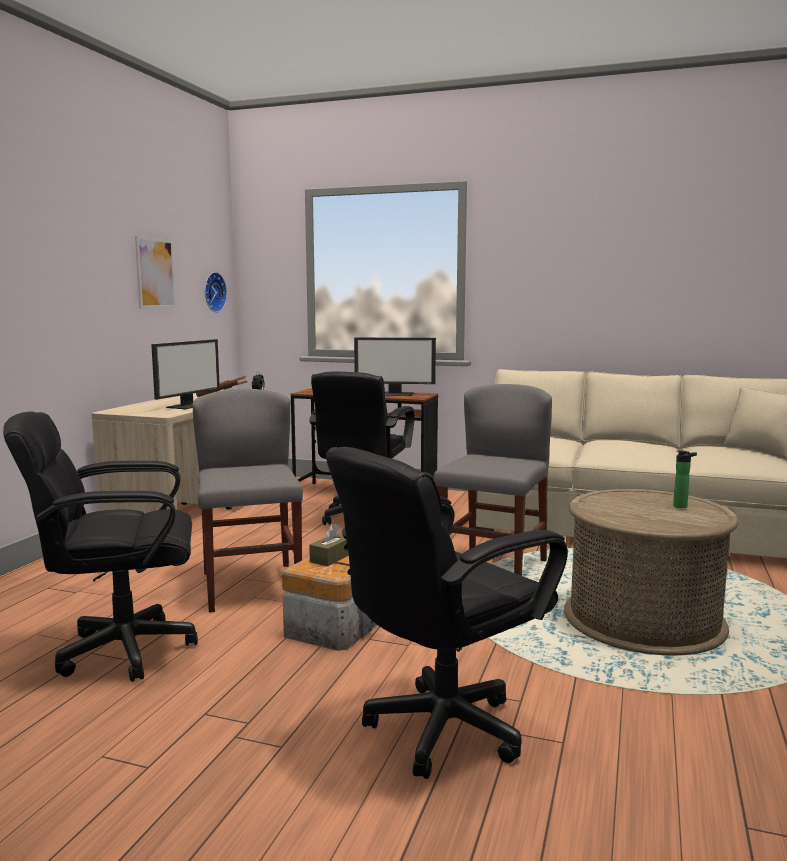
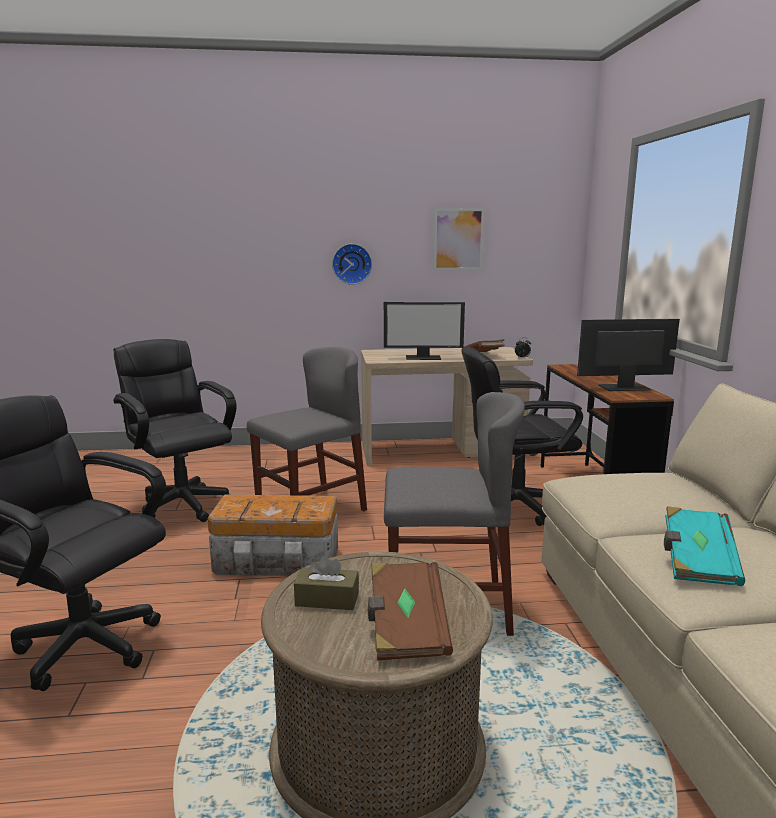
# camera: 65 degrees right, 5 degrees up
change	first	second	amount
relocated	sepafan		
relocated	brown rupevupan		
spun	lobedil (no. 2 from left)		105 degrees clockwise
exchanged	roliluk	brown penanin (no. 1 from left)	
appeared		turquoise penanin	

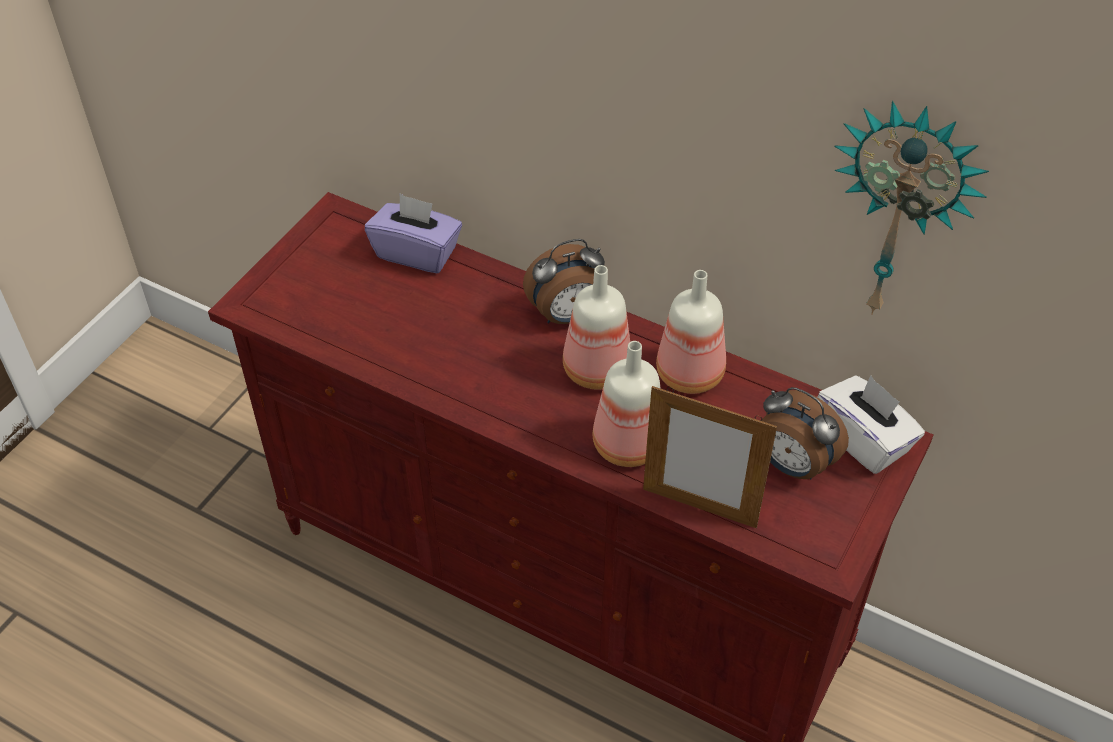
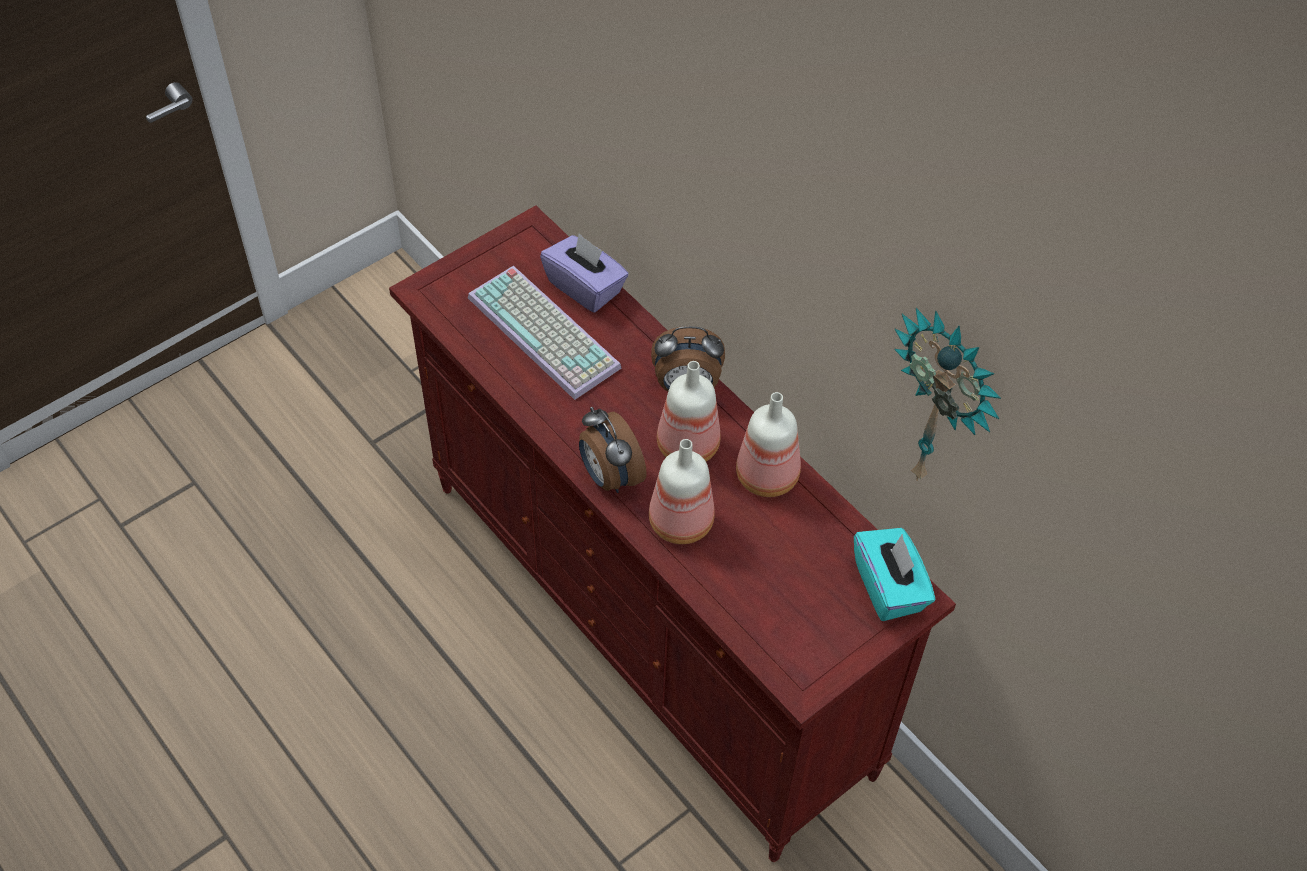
# camera: 20 degrees right, 5 degrees up
change	first	second	amount
missing	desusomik		
relocated	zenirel (no. 2 from left in the first image)	zenirel (no. 1 from left)	
colour	white rupevupan	turquoise rupevupan	
appeared		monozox	

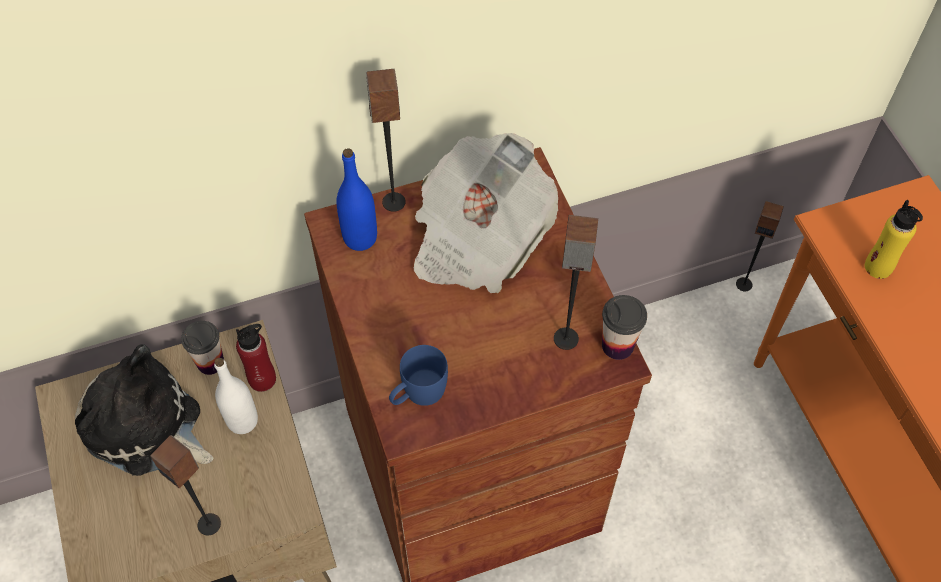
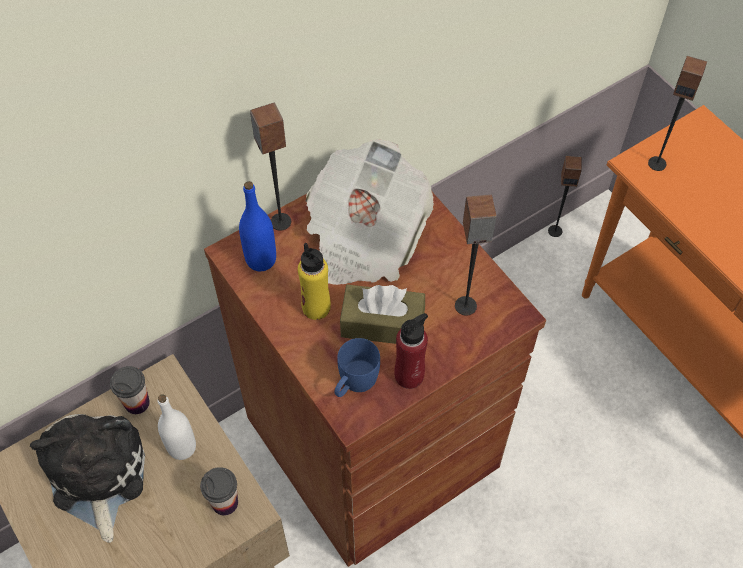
# camera: 15 degrees left, 0 degrees up
change	first	second	amount
spun	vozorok		60 degrees clockwise
relocated	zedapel (no. 1 from left in the first image)	zedapel (no. 4 from left)	
relocated	red roliluk		
relocated	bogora (no. 2 from left)		
relocated	yellow roliluk		
appeared		brown rupevupan	

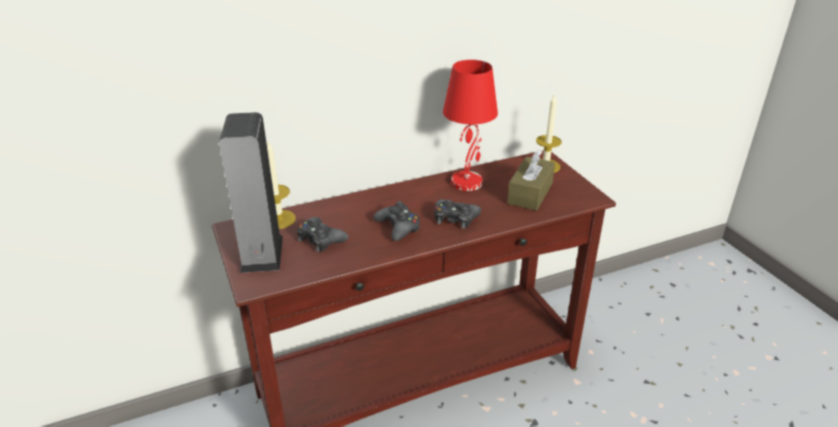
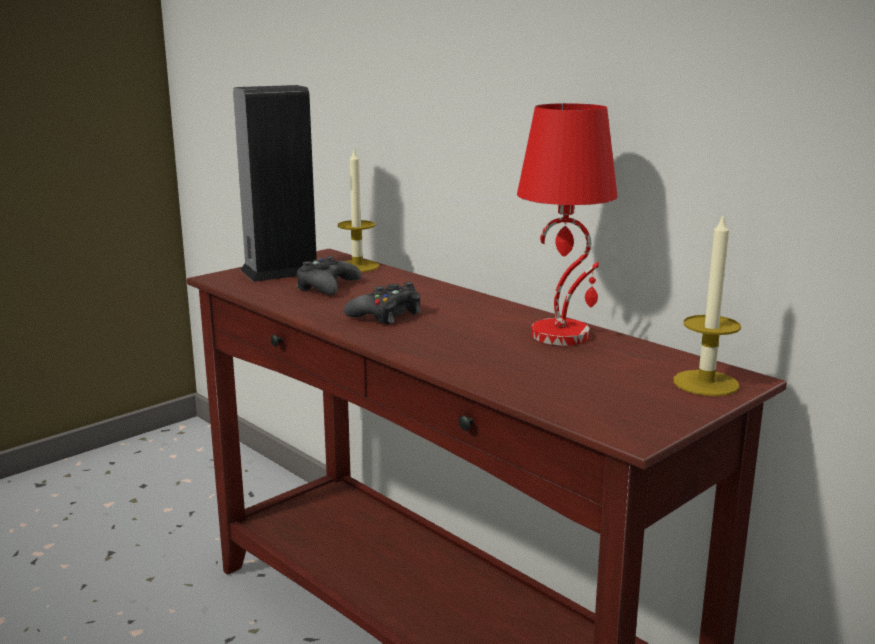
# camera: 70 degrees right, 15 degrees down
change	first	second	amount
missing	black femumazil (no. 3 from left)		
missing	brown rupevupan		

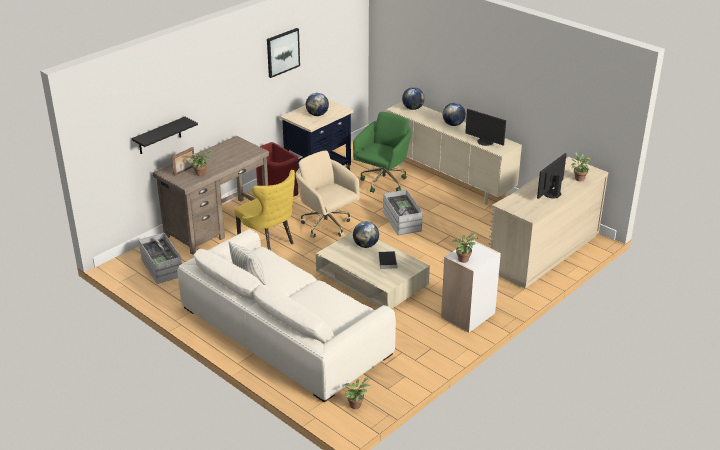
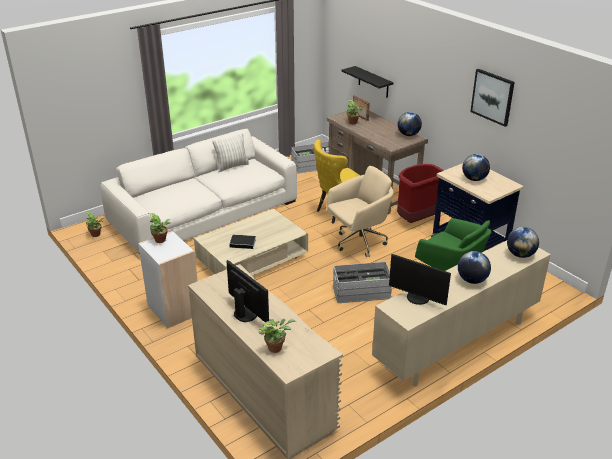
# camera: 100 degrees right, 0 degrees up
change	first	second	amount
relocated	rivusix (no. 2 from left in the first image)	rivusix (no. 1 from left)	
spun	lobedil (no. 1 from left in the first image)	lobedil (no. 2 from left)	105 degrees counterclockwise

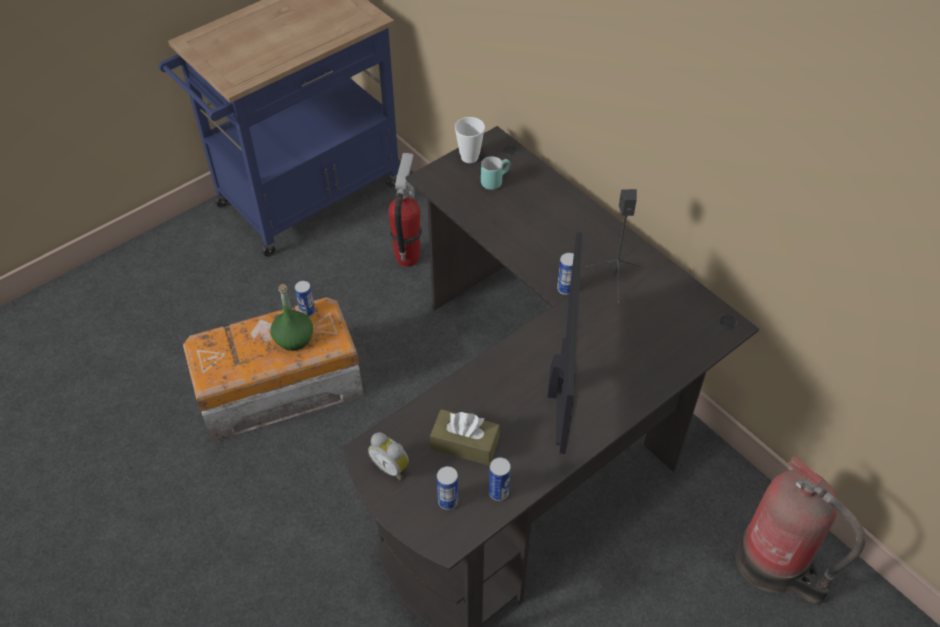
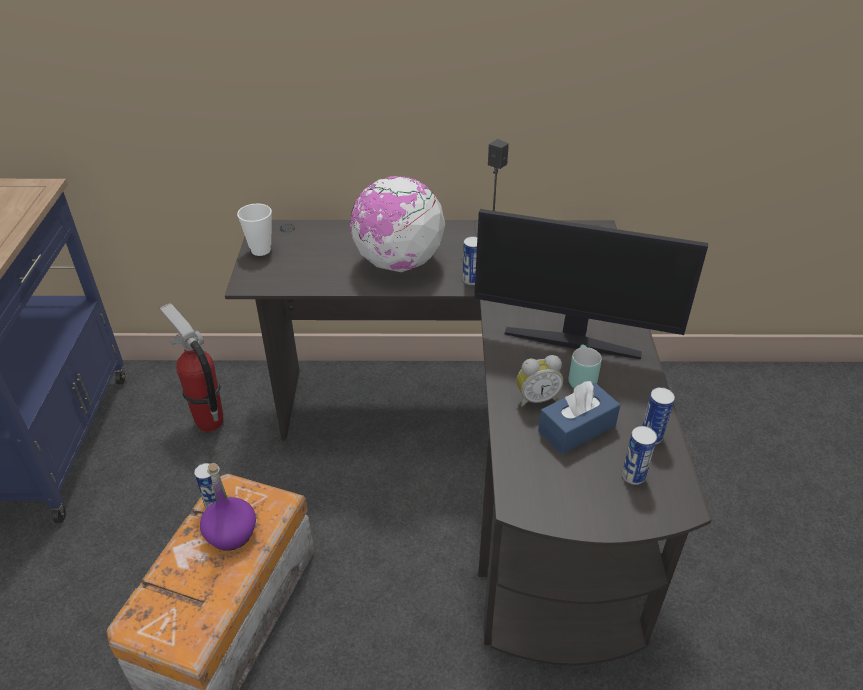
# camera: 50 degrees left, 10 degrees down
change	first	second	amount
colour	green roliluk	purple roliluk	
relocated	zenirel		
colour	brown rupevupan	blue rupevupan	
relocated	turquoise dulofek		
spun	lobedil		150 degrees clockwise
missing	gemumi (no. 2 from left)		
appeared		rivusix	

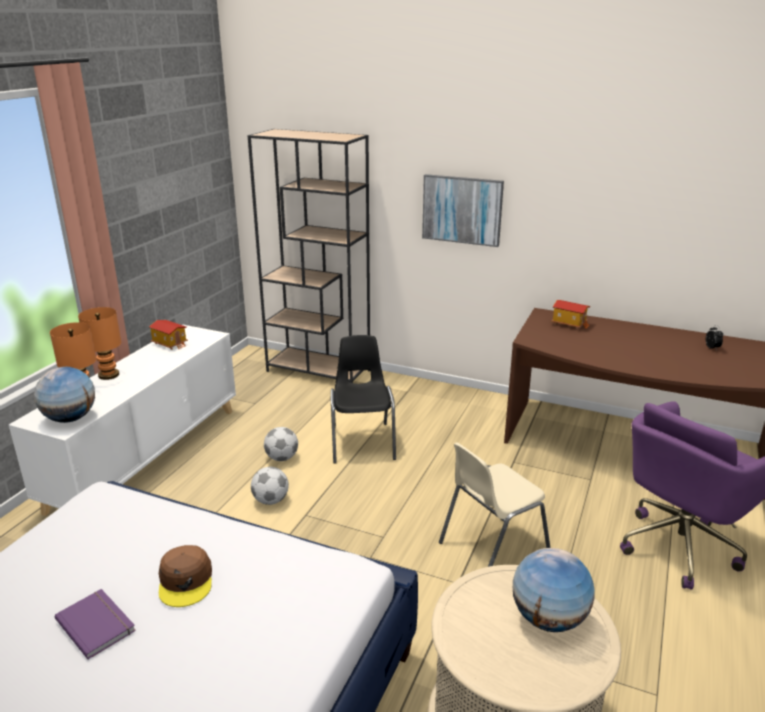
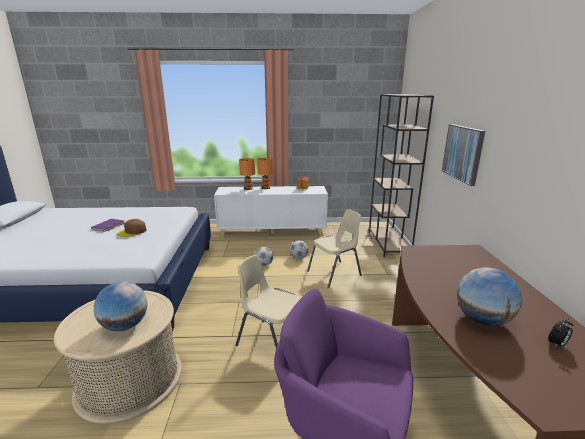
# camera: 65 degrees right, 5 degrees down
change	first	second	amount
relocated	rivusix (no. 1 from left in the first image)	rivusix (no. 2 from left)	
colour	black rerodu	beige rerodu (no. 2 from left)	
missing	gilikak (no. 2 from left)		

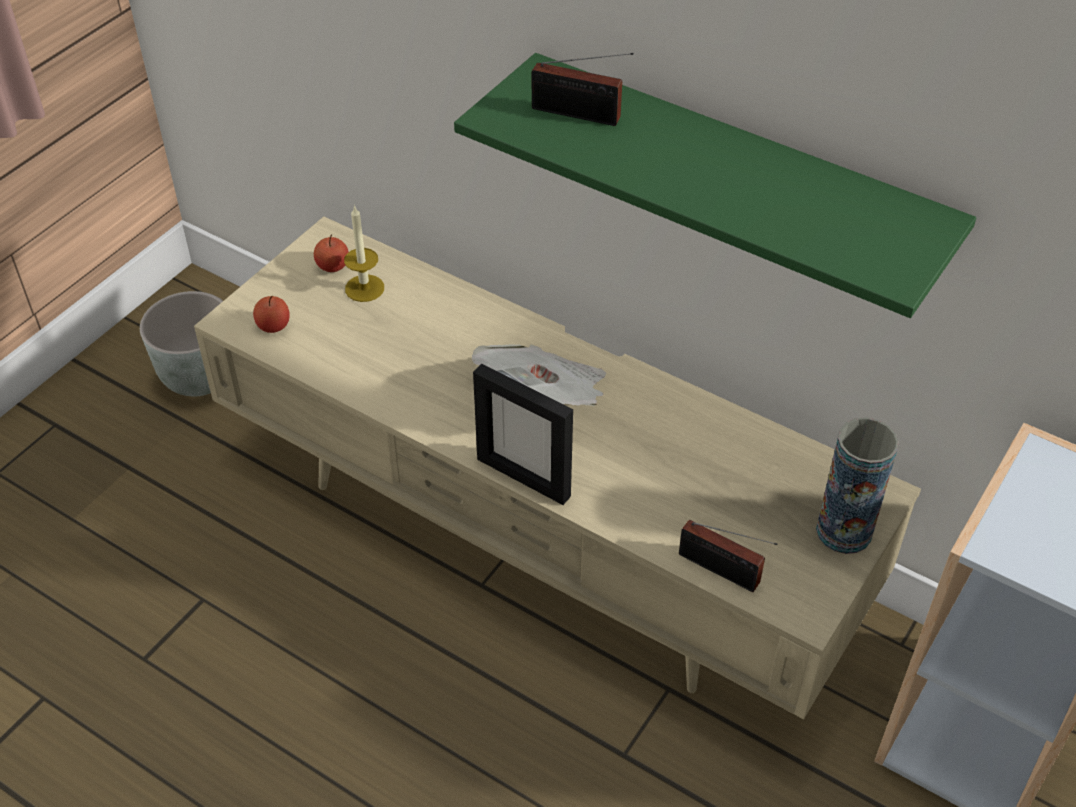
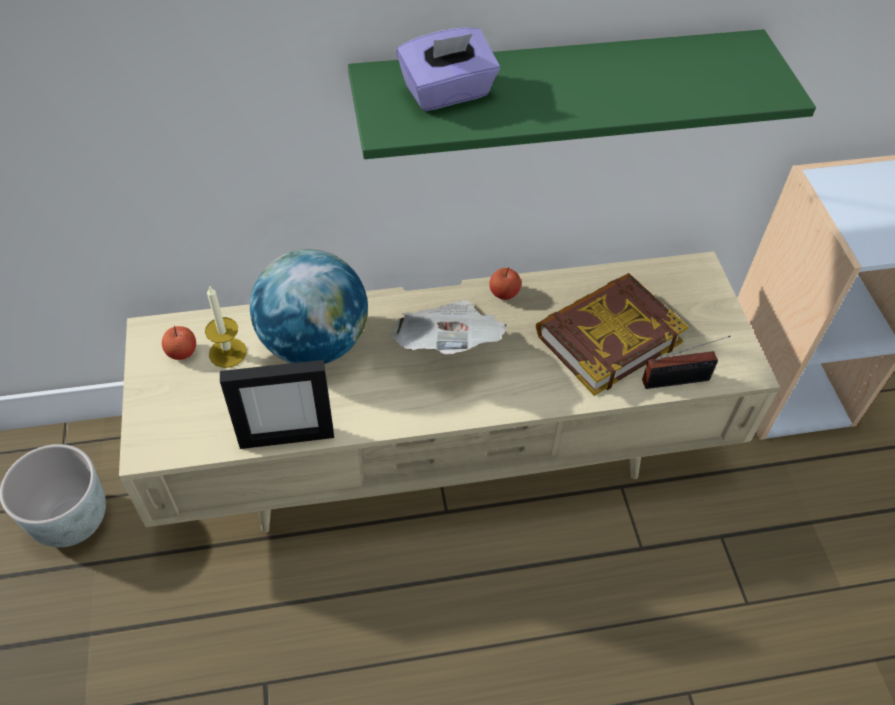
# camera: 45 degrees left, 5 degrees up
change	first	second	amount
relocated	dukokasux (no. 1 from left in the first image)	dukokasux (no. 2 from left)	
relocated	desusomik		
exchanged	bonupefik (no. 1 from left)	purple rupevupan	
missing	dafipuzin		
appeared		rivusix	
appeared		penanin	

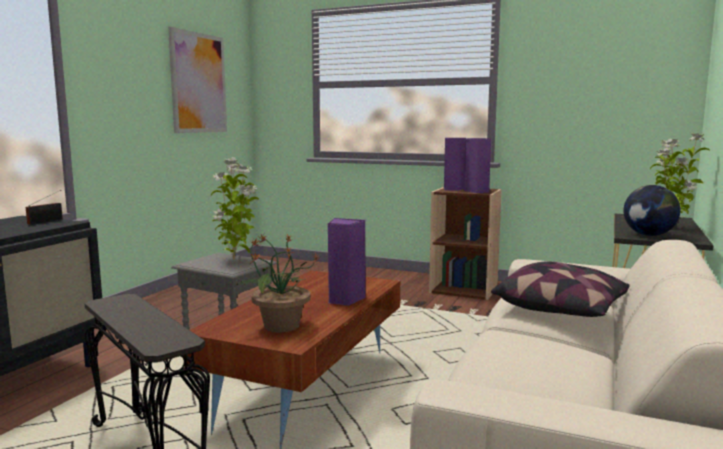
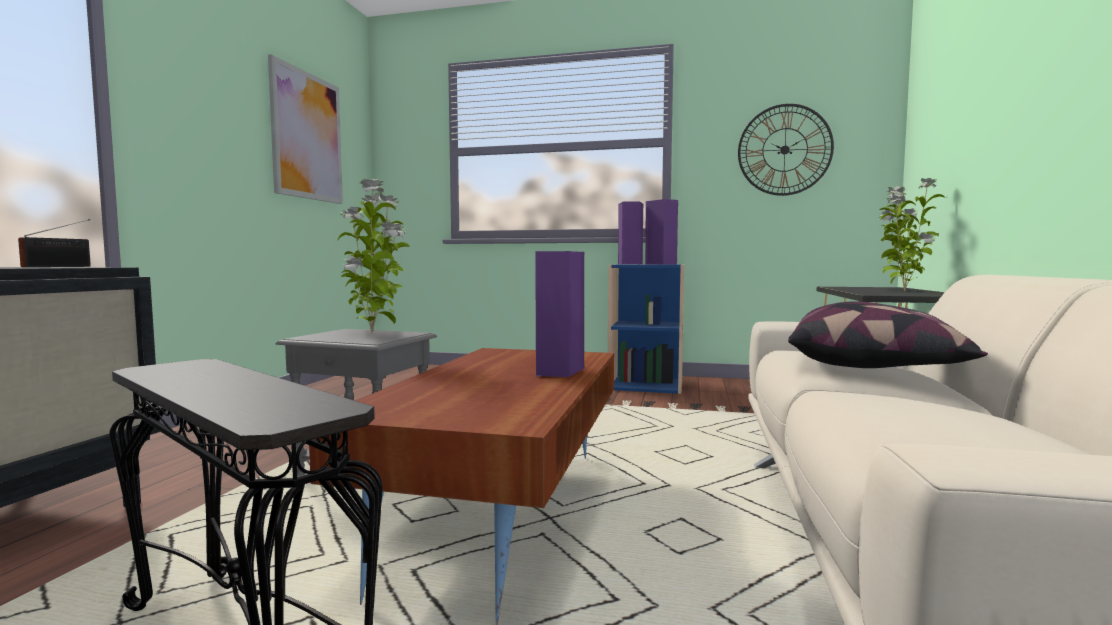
# camera: 10 degrees left, 5 degrees down
change	first	second	amount
missing	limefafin (no. 2 from left)		
colour	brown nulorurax	blue nulorurax	
missing	rivusix		
appeared		sepafan	

